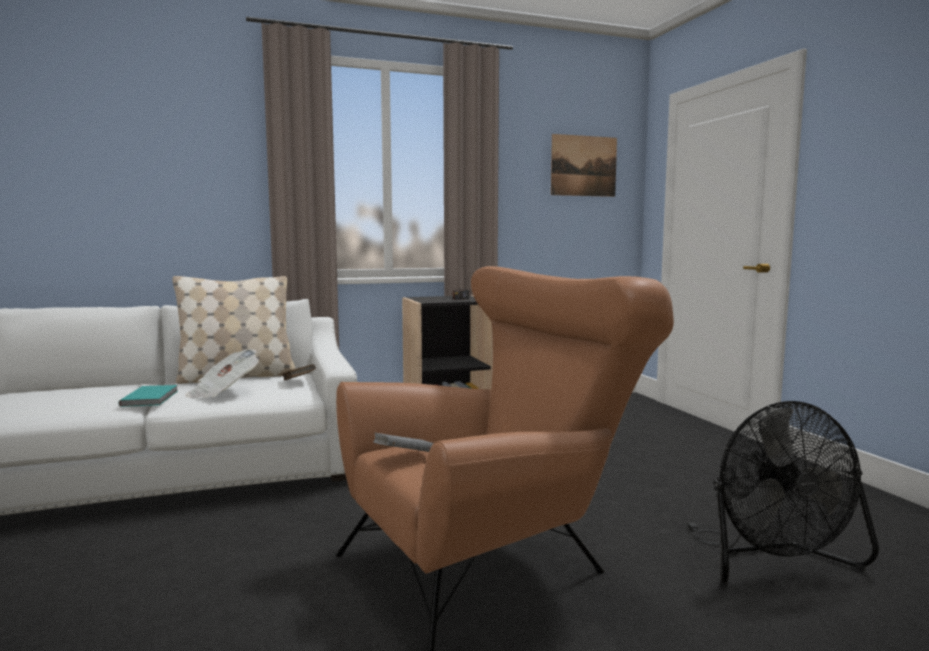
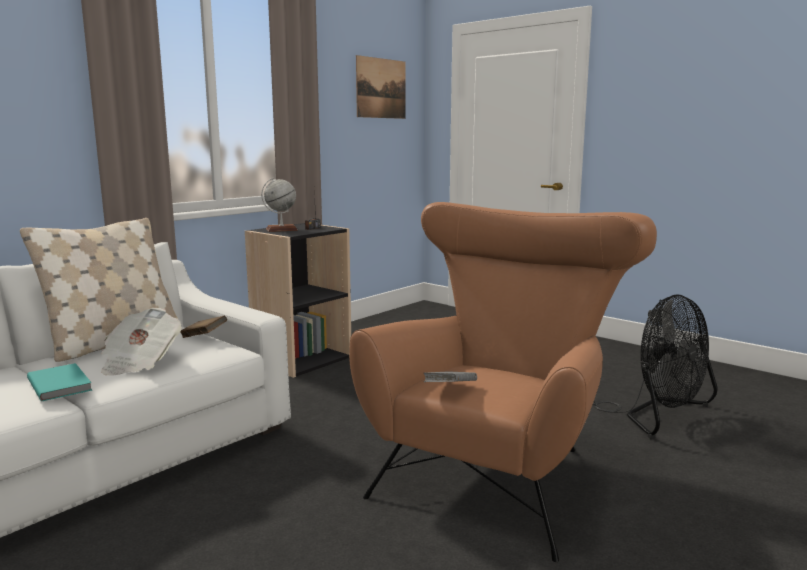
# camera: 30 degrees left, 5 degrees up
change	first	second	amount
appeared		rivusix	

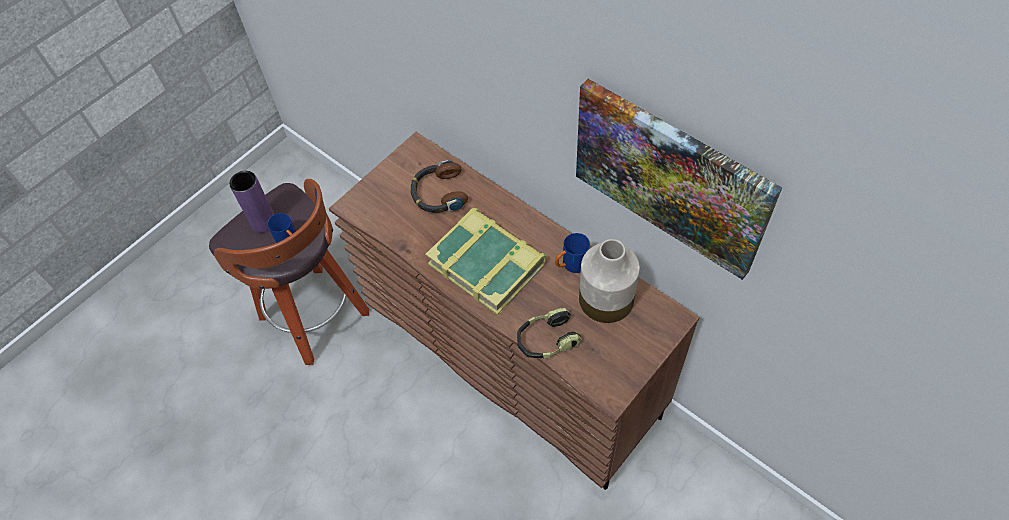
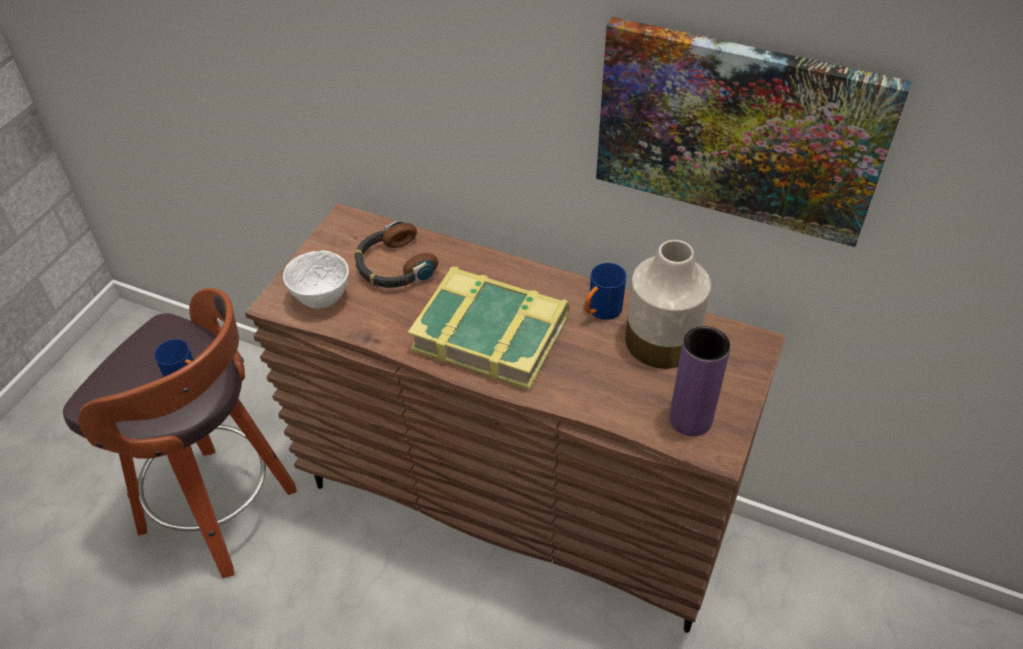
# camera: 20 degrees left, 10 degrees down
change	first	second	amount
relocated	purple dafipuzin		
missing	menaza (no. 2 from left)		
appeared		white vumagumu	

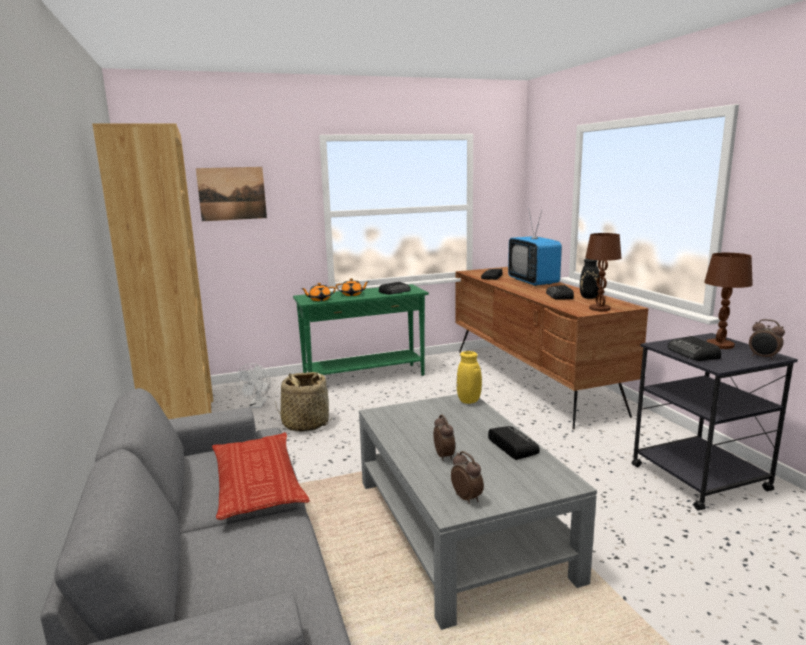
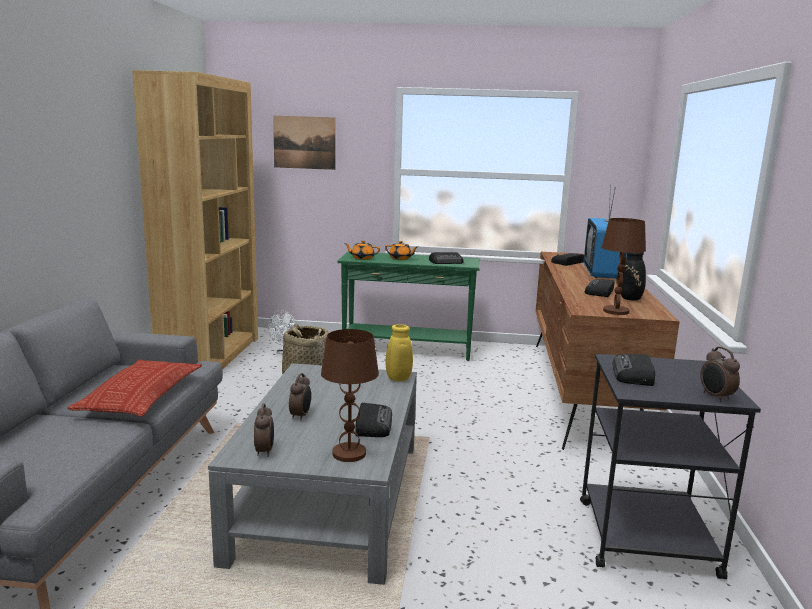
# camera: 25 degrees right, 0 degrees up
change	first	second	amount
relocated	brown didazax (no. 2 from left in the first image)	brown didazax (no. 1 from left)	

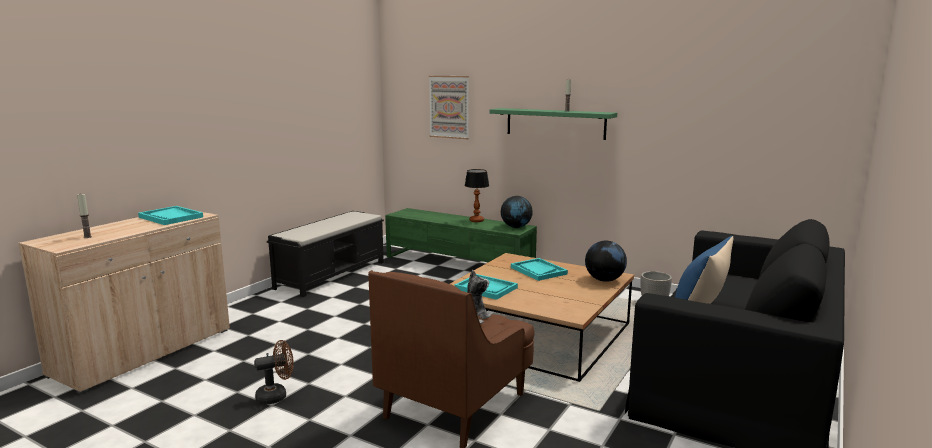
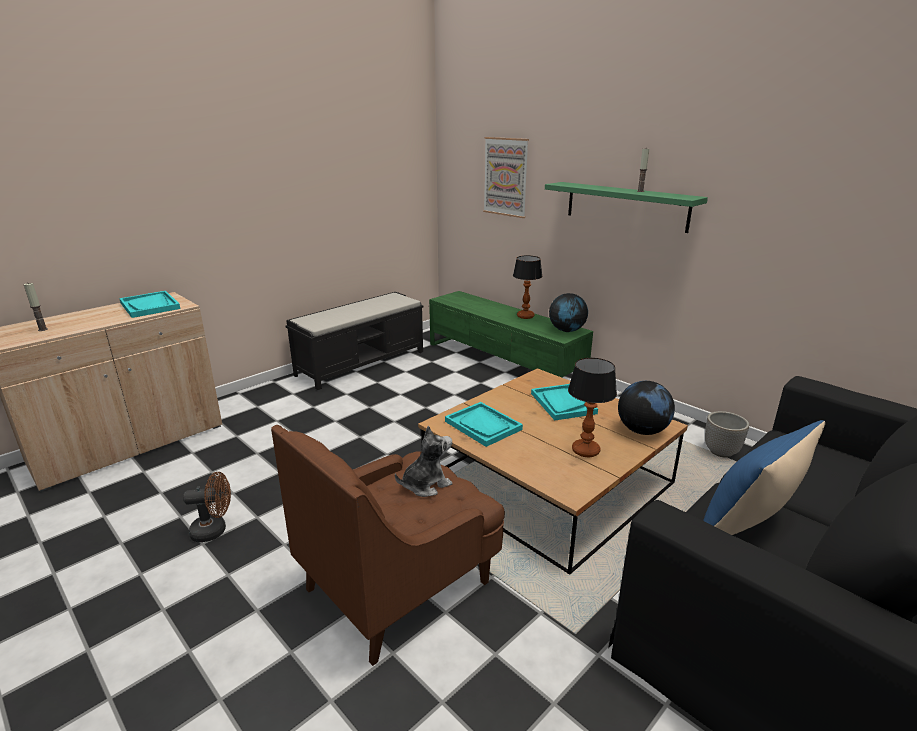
# camera: 15 degrees right, 10 degrees up
change	first	second	amount
appeared		didazax (no. 2 from left)	

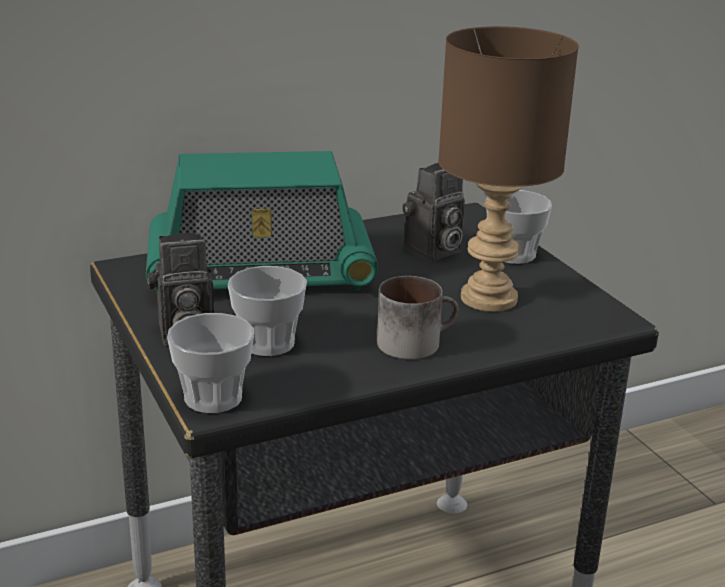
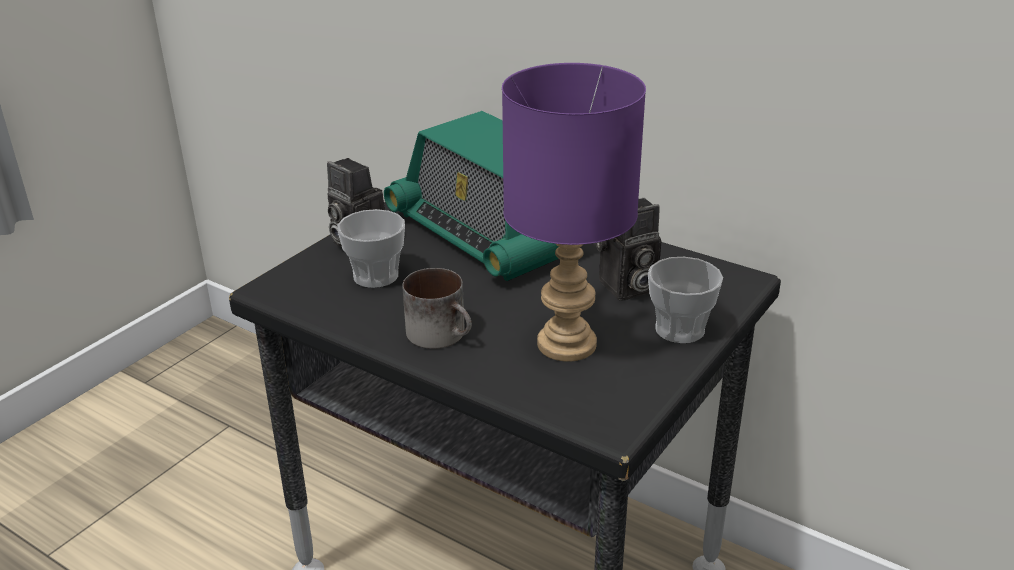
# camera: 60 degrees right, 5 degrees up
change	first	second	amount
missing	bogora (no. 1 from left)		
spun	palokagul (no. 2 from left)		45 degrees counterclockwise
colour	brown didazax	purple didazax	

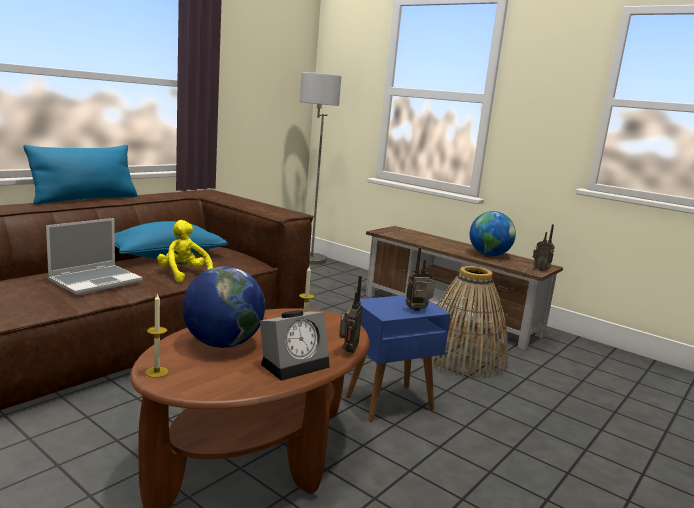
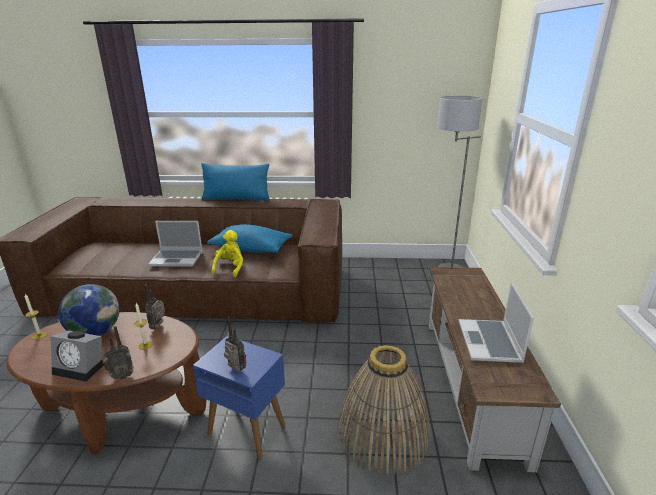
# camera: 55 degrees right, 10 degrees up
change	first	second	amount
exchanged	rivusix (no. 2 from left)	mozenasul (no. 2 from left)	
relocated	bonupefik (no. 3 from left in the first image)	bonupefik (no. 2 from left)	

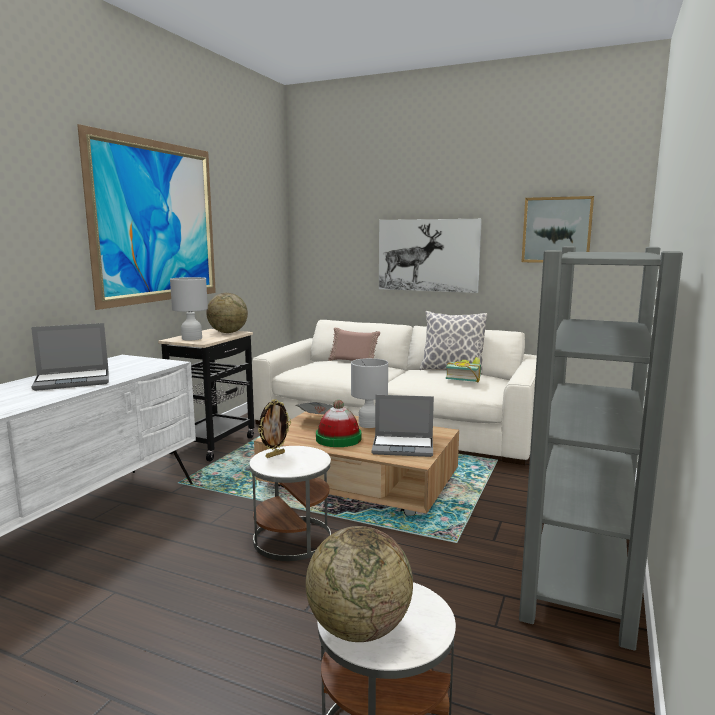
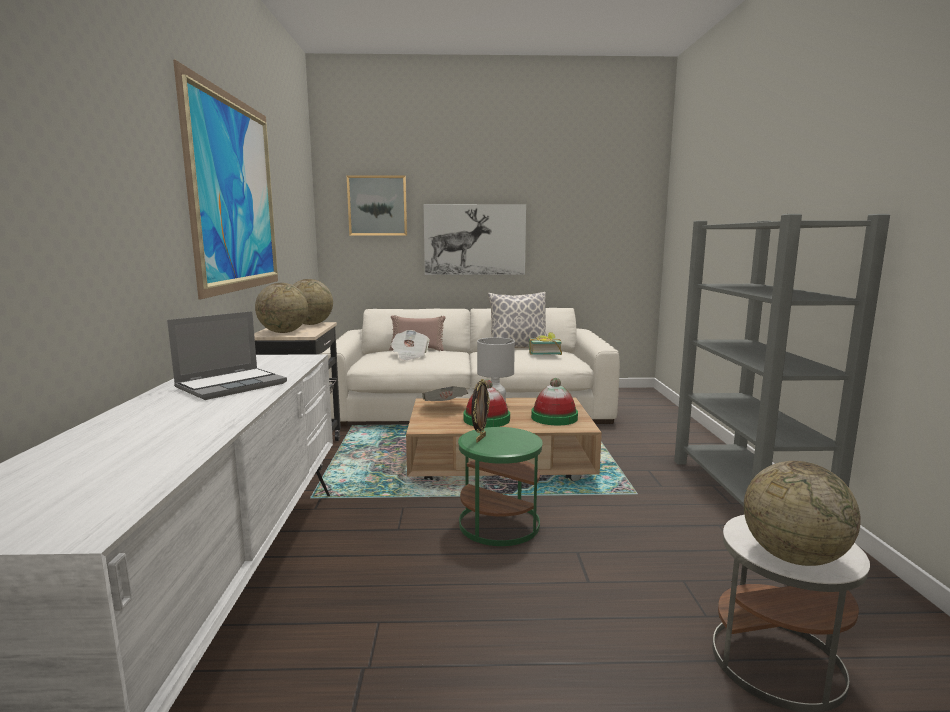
# camera: 25 degrees left, 0 degrees up
change	first	second	amount
exchanged	grey didazax (no. 1 from left)	rivusix (no. 1 from left)	
colour	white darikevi (no. 1 from left)	green darikevi	
exchanged	mozenasul (no. 2 from left)	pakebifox (no. 2 from left)	
relocated	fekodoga (no. 3 from left in the first image)	fekodoga (no. 2 from left)	
appeared		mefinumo (no. 1 from left)	

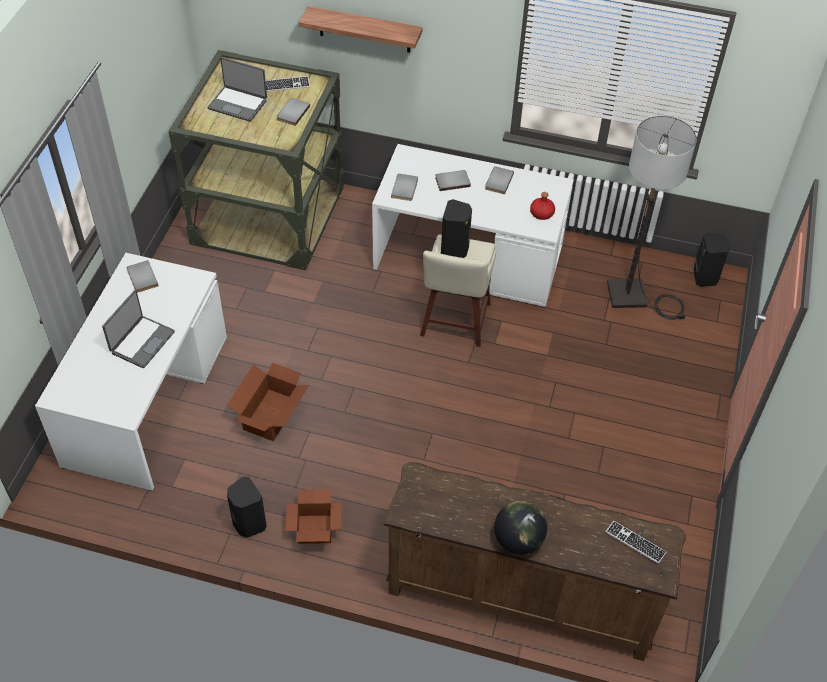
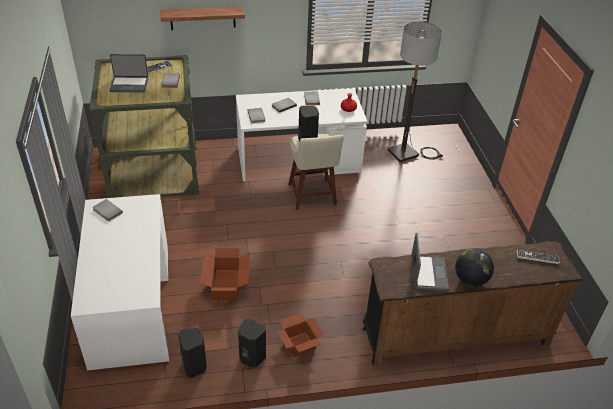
# camera: 25 degrees left, 10 degrees down
change	first	second	amount
relocated	mozenasul (no. 1 from left in the first image)	mozenasul (no. 2 from left)	
relocated	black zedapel (no. 3 from left in the first image)	black zedapel (no. 1 from left)	

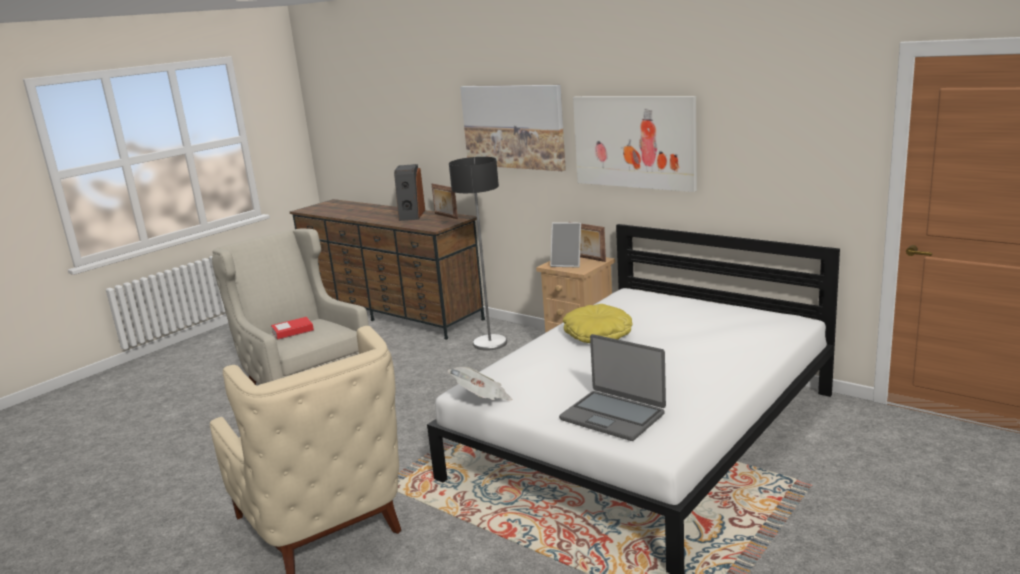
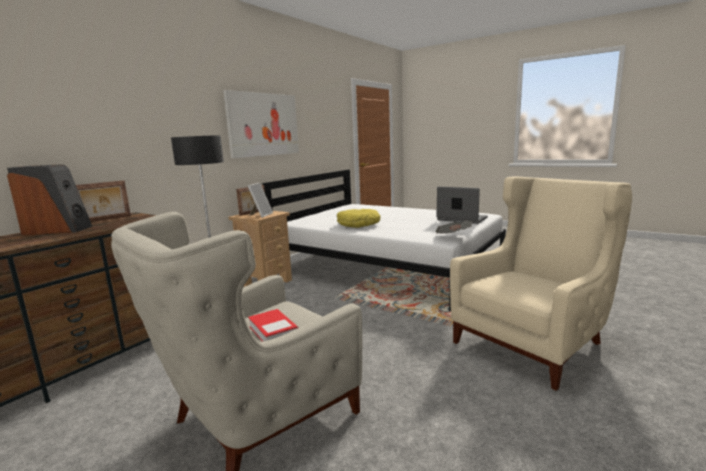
# camera: 95 degrees left, 5 degrees down
change	first	second	amount
missing	fekodoga (no. 1 from left)		
spun	mozenasul		90 degrees counterclockwise

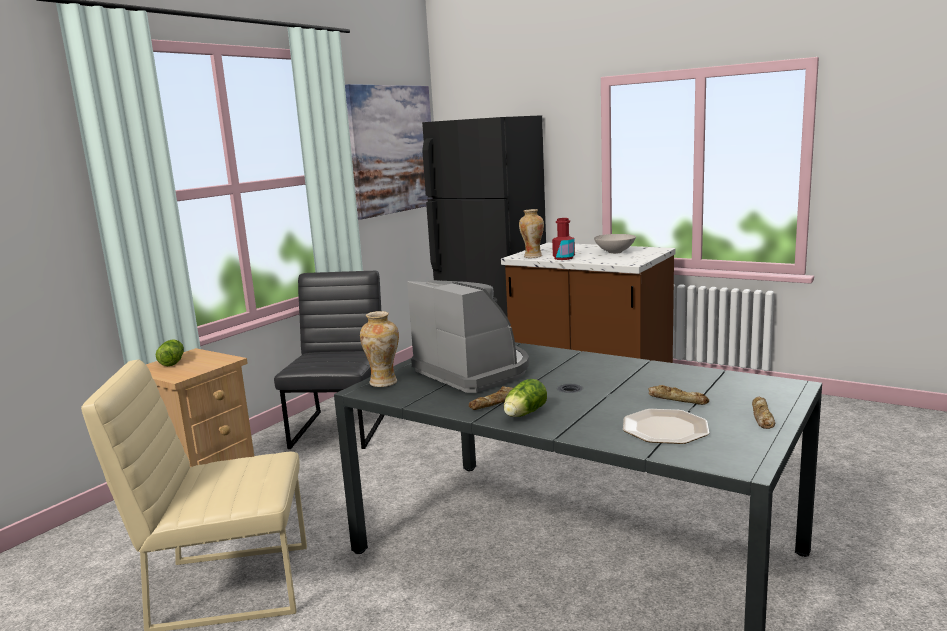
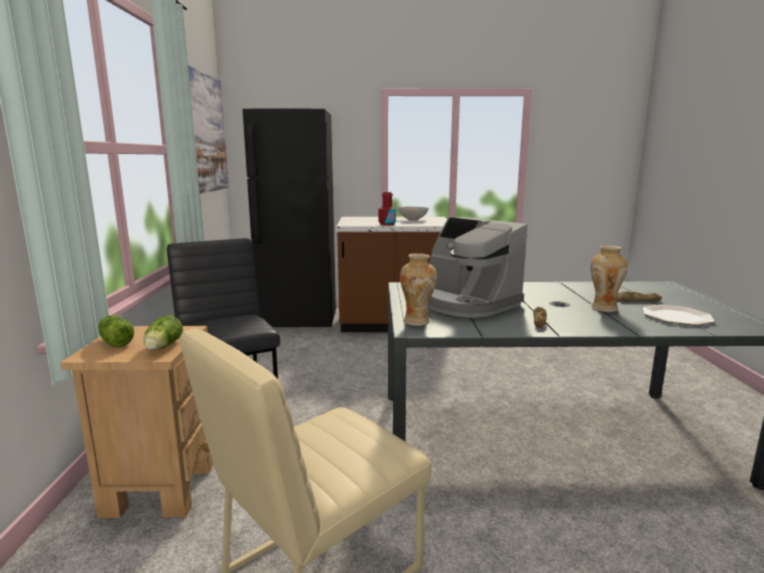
# camera: 35 degrees left, 0 degrees up
change	first	second	amount
spun	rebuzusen		150 degrees counterclockwise
relocated	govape (no. 2 from left)		
relocated	dafipuzin (no. 2 from left)		
missing	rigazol (no. 3 from left)		

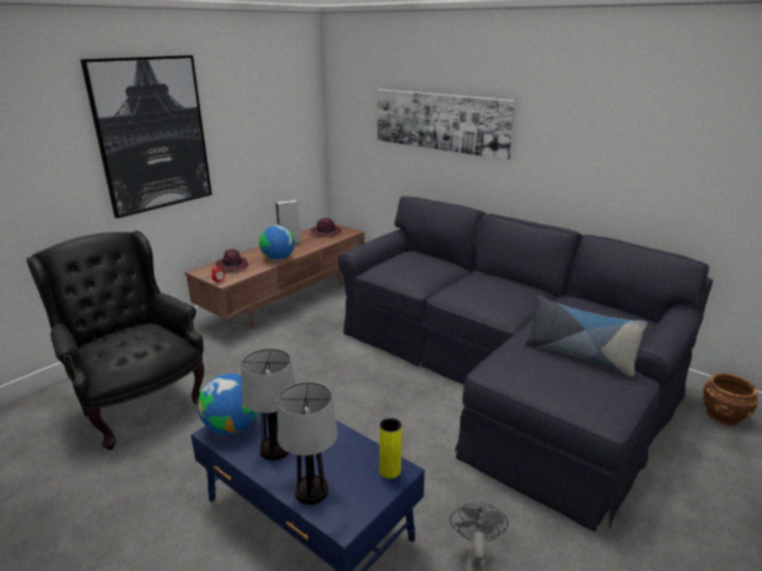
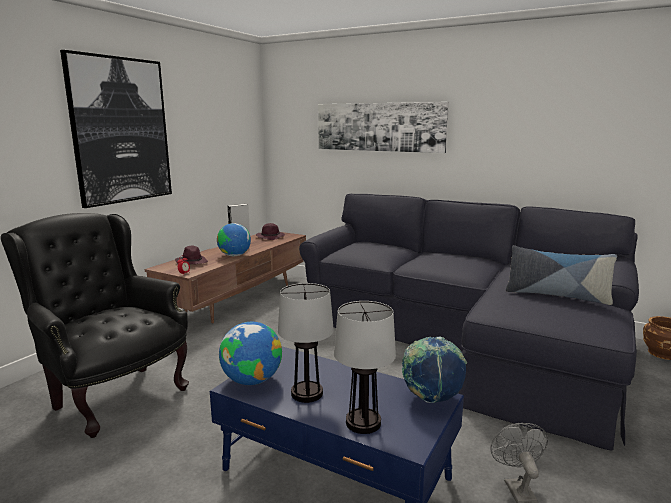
# camera: 10 degrees left, 10 degrees down
change	first	second	amount
exchanged	yellow dafipuzin	rivusix (no. 3 from left)	

